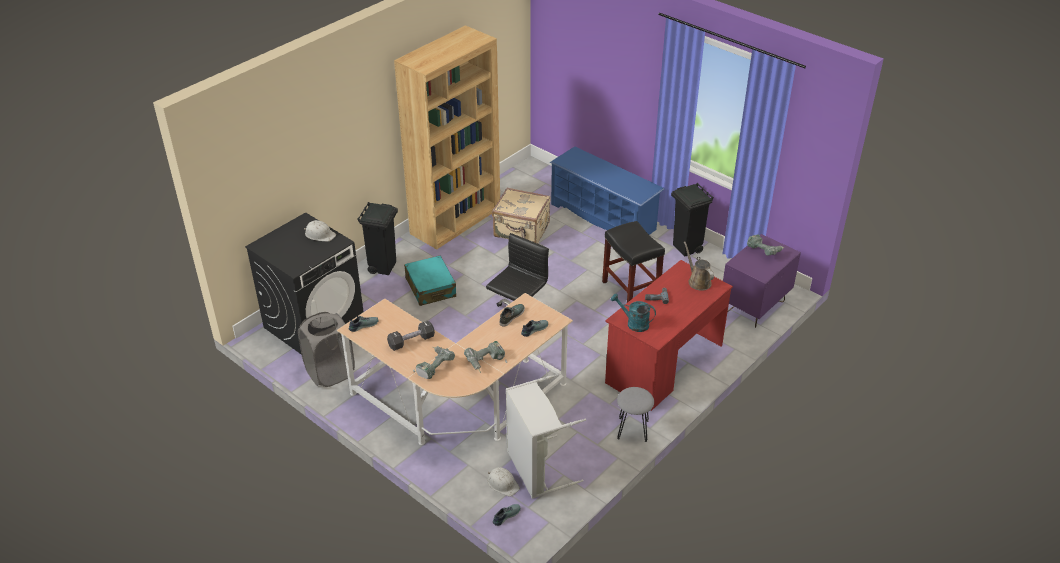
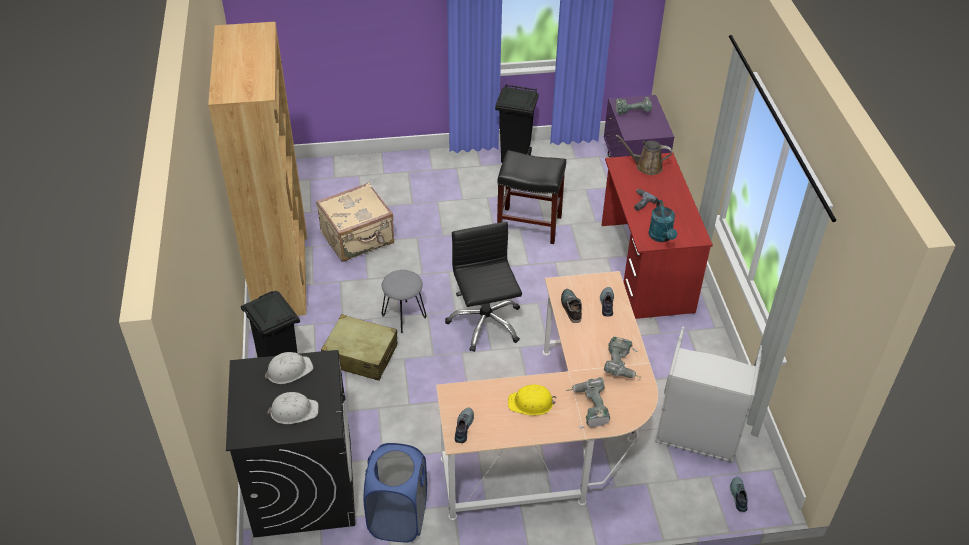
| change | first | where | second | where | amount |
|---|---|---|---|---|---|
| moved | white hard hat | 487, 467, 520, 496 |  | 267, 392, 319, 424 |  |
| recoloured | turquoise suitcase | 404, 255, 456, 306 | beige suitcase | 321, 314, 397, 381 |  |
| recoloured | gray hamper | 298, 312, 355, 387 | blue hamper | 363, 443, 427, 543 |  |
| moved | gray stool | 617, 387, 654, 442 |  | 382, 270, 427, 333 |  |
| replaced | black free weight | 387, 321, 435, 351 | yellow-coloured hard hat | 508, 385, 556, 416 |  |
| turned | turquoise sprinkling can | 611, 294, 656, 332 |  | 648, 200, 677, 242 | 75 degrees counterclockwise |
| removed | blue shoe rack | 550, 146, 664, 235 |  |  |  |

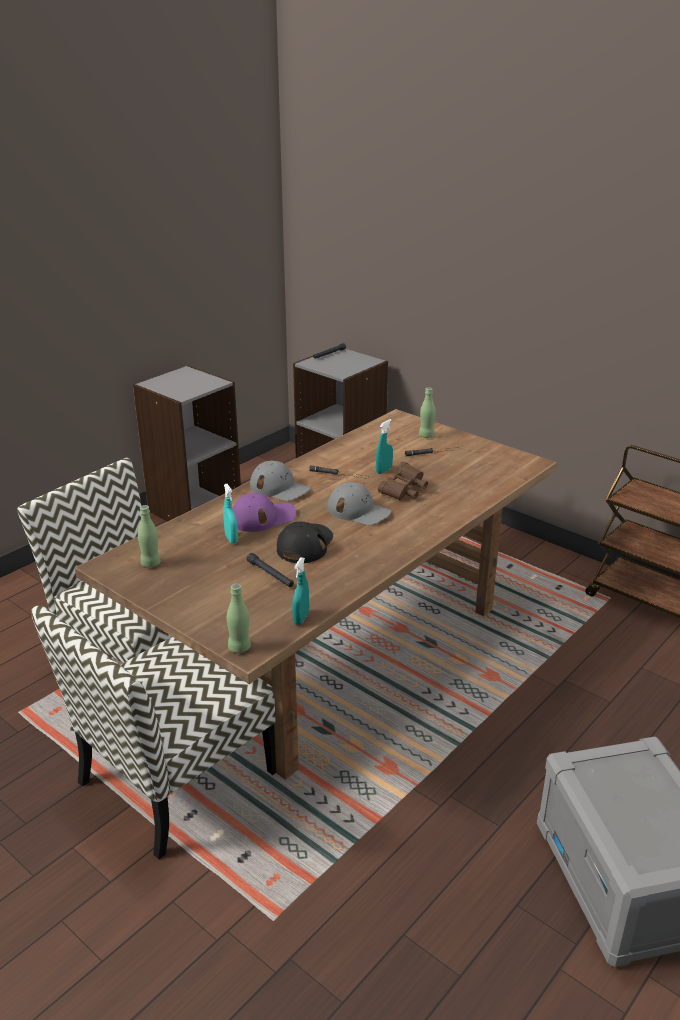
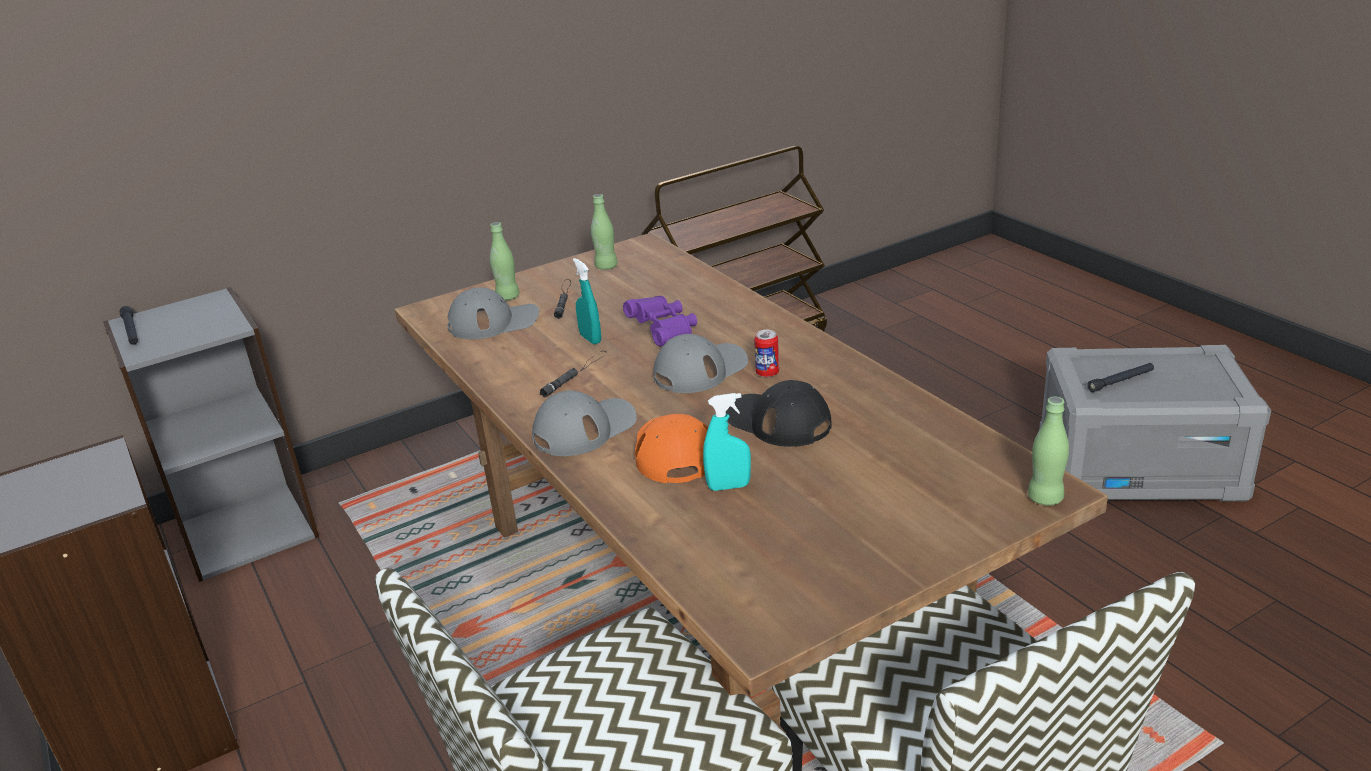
| change | first | where | second | where | amount |
|---|---|---|---|---|---|
| added |  |  | gray cap | 447, 287, 539, 339 |  |
| moved | green beverage bottle | 138, 505, 161, 568 |  | 591, 194, 618, 270 |  |
| recoloured | brown-coloured binoculars | 378, 462, 428, 500 | purple binoculars | 623, 296, 697, 346 |  |
| recoloured | purple cap | 232, 493, 296, 532 | orange-coloured cap | 635, 414, 708, 483 |  |
| added |  |  | sealed can | 754, 330, 779, 377 |  |
| moved | black torch | 246, 553, 294, 587 |  | 1087, 363, 1154, 392 |  |
| removed | turquoise hand sprayer | 292, 557, 309, 625 |  |  |  |

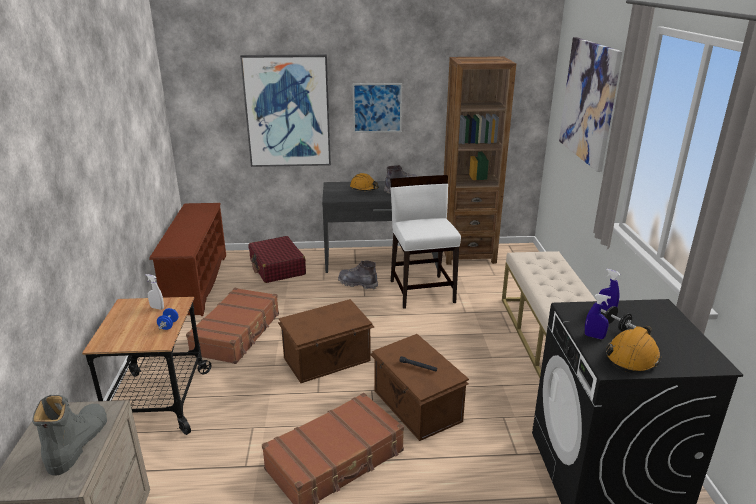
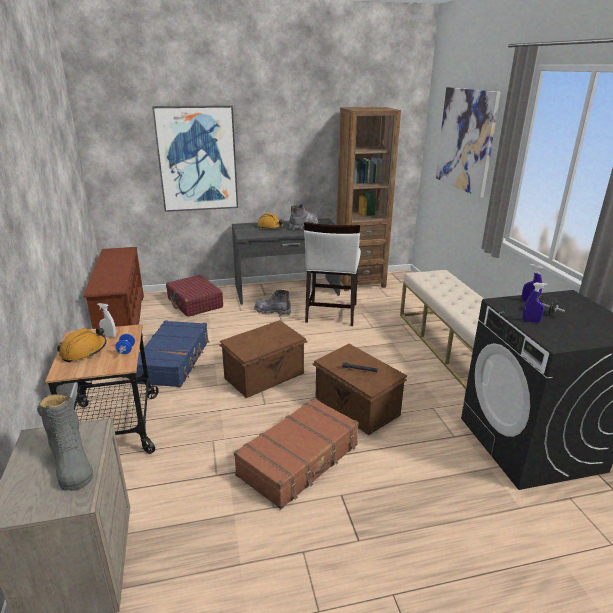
| change | first | where | second | where | amount |
|---|---|---|---|---|---|
| turned | gray tall boot | 32, 395, 107, 476 |  | 37, 394, 93, 491 | 150 degrees clockwise |
| moved | orange-coloured hard hat | 606, 326, 661, 373 |  | 57, 328, 107, 362 |  |
| recoloured | brown-coloured suitcase | 186, 288, 279, 364 | blue suitcase | 136, 320, 209, 387 |  |
| turned | white chair | 390, 175, 461, 309 |  | 304, 222, 361, 326 | 150 degrees counterclockwise |
| removed | wall art | 353, 83, 402, 133 |  |  |  |

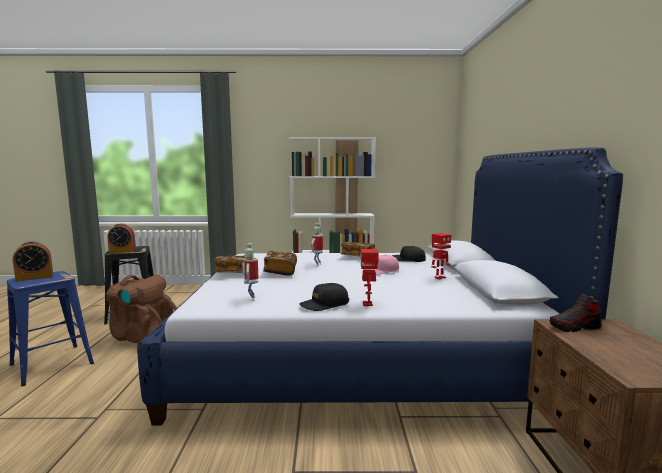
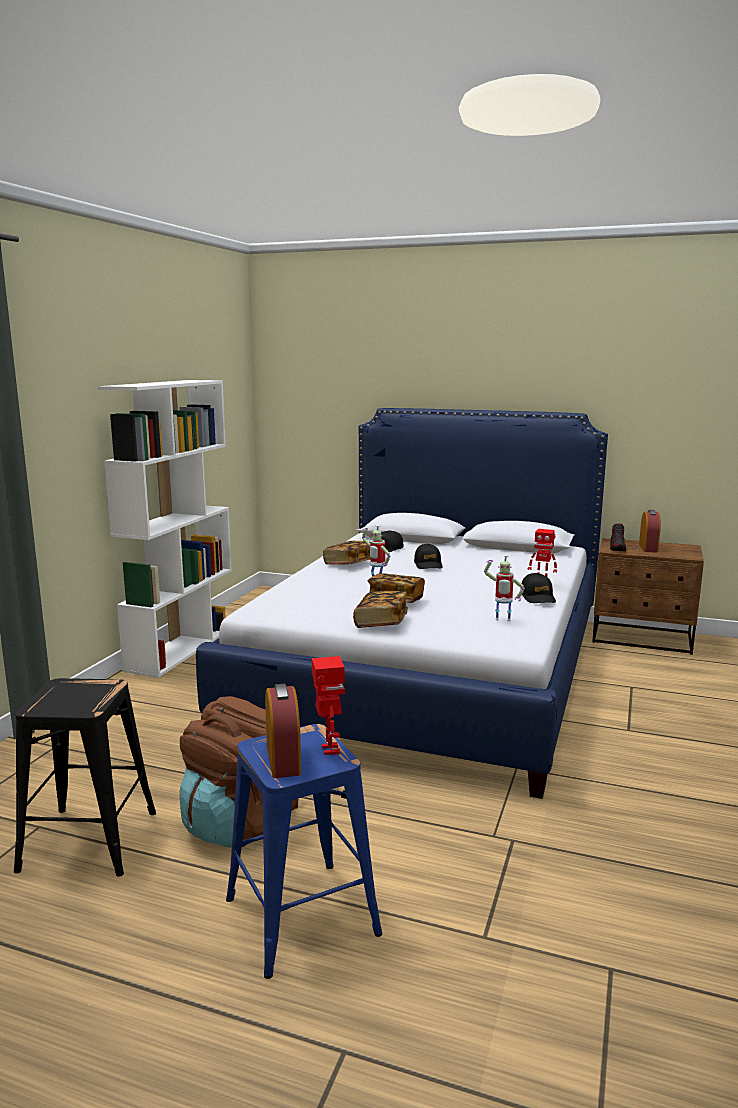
| change | first | where | second | where | amount |
|---|---|---|---|---|---|
| moved | toy robot | 431, 233, 451, 280 |  | 312, 656, 345, 755 |  |
| recoloured | pink-coloured cap | 363, 254, 399, 275 | black cap | 414, 544, 443, 569 |  |
| moved | alarm clock | 107, 223, 136, 253 |  | 639, 510, 661, 553 |  |

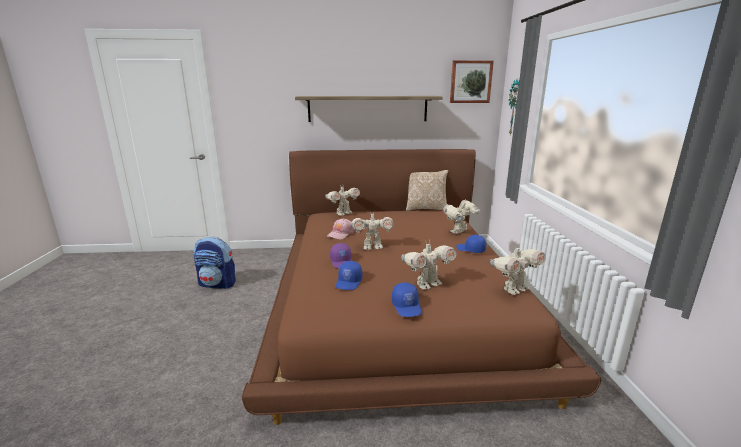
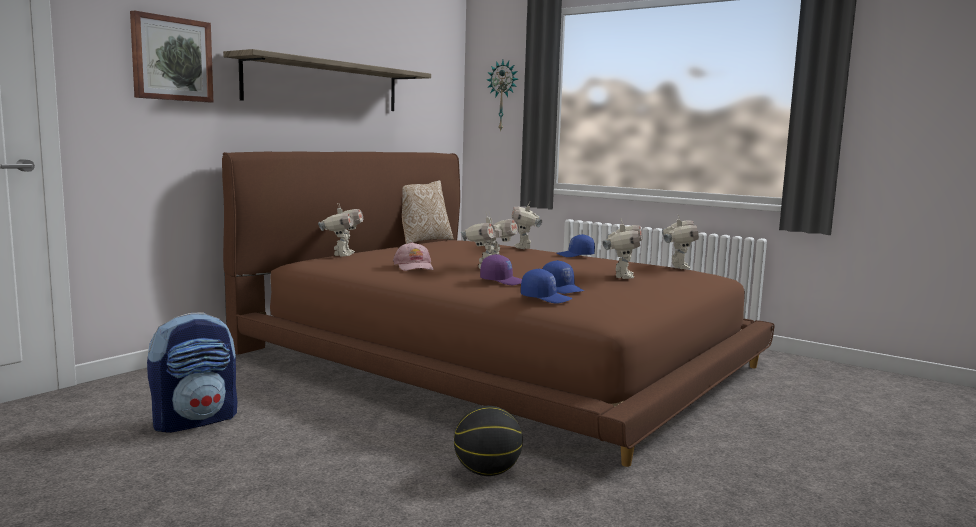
| change | first | where | second | where | amount |
|---|---|---|---|---|---|
| moved | wall art | 450, 60, 494, 103 |  | 130, 10, 213, 102 |  |
| added |  |  | basketball ball | 454, 406, 523, 476 |  |
| moved | blue cap | 392, 282, 422, 317 |  | 521, 268, 573, 304 |  |

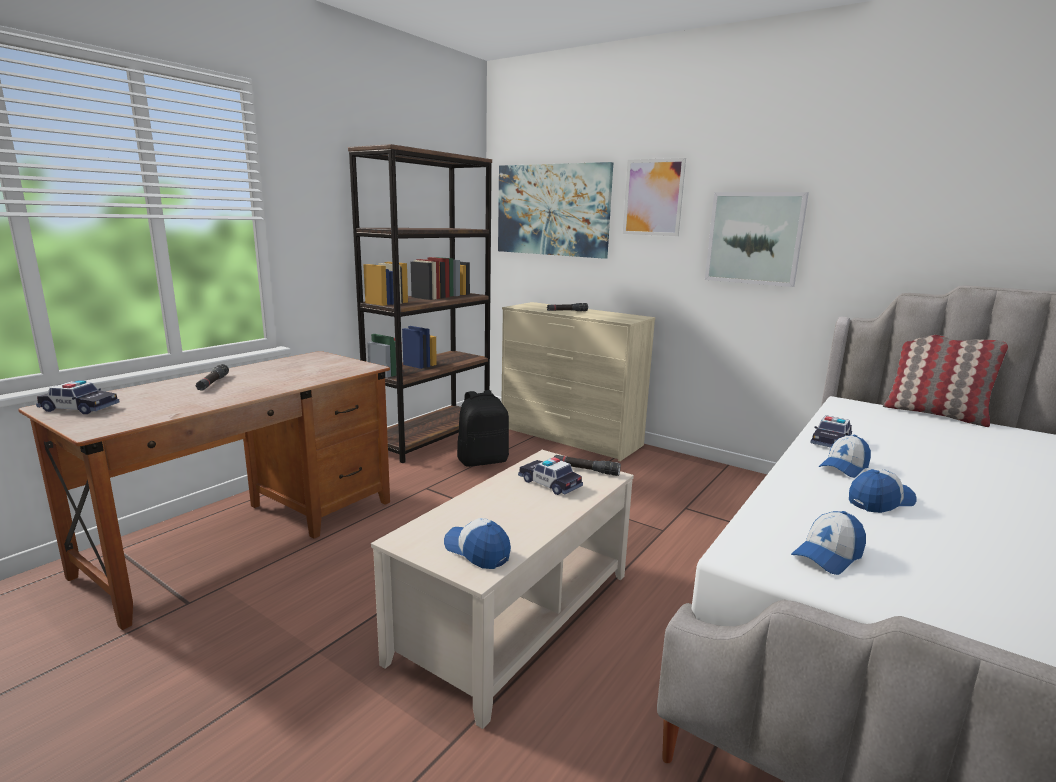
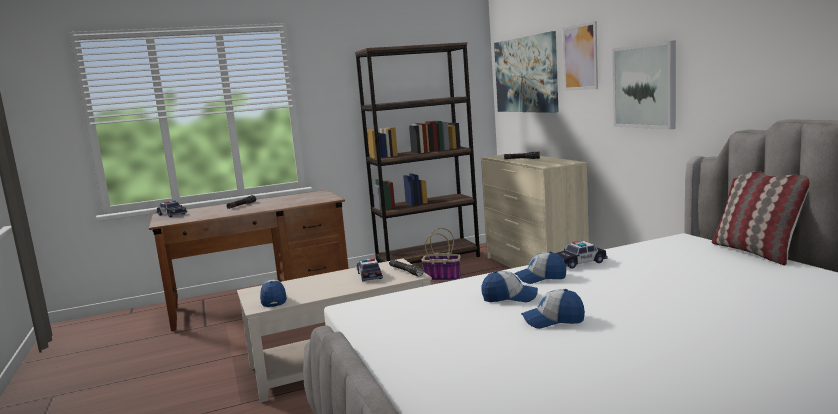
| change | first | where | second | where | amount |
|---|---|---|---|---|---|
| replaced | black backpack | 457, 390, 509, 467 | storage basket | 422, 228, 461, 282 |  |
| moved | cap | 791, 511, 866, 575 |  | 521, 289, 585, 329 |  |

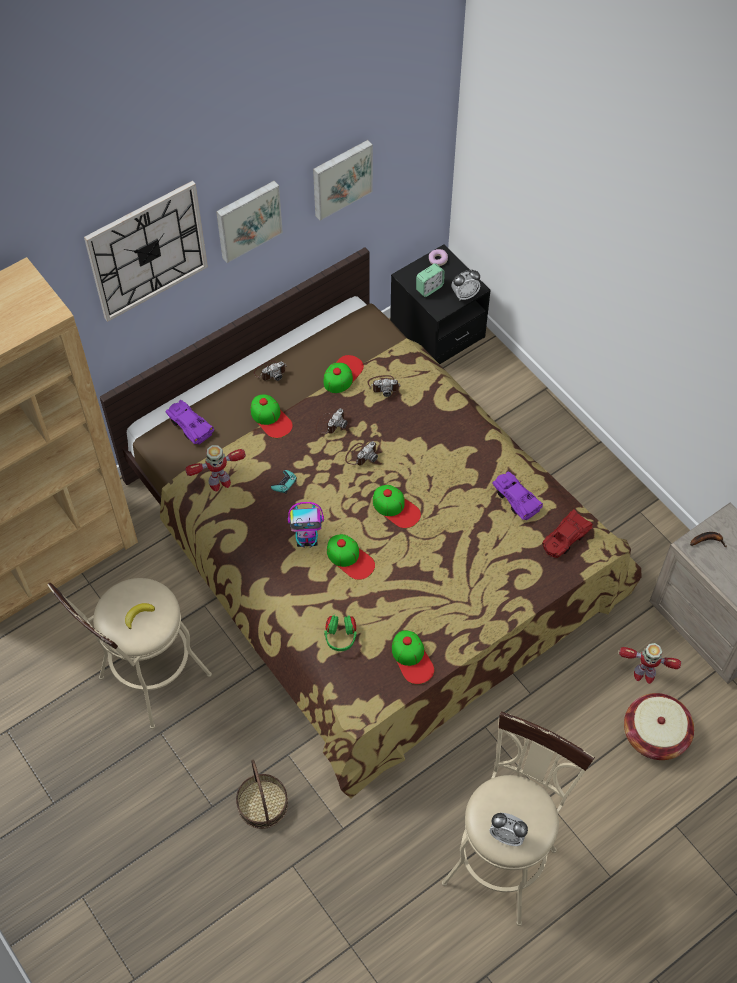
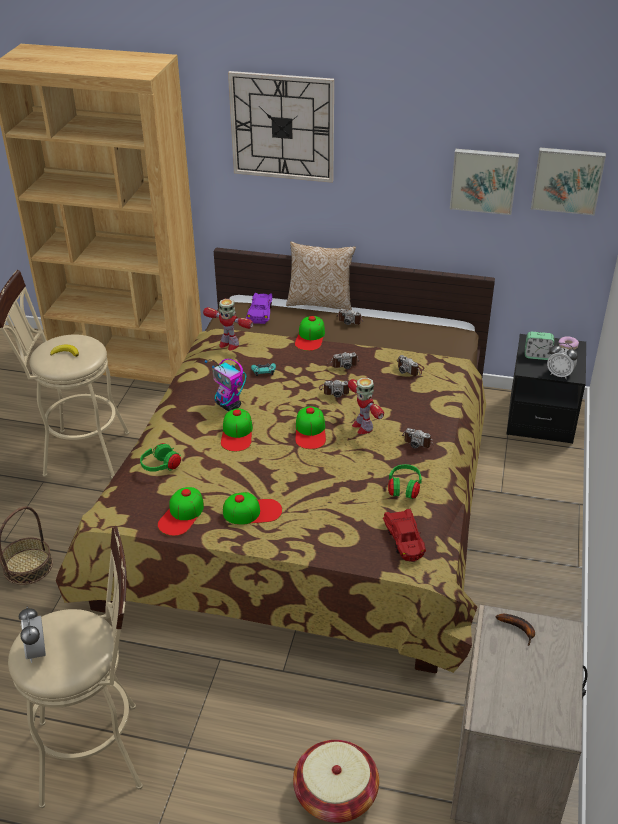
| change | first | where | second | where | amount |
|---|---|---|---|---|---|
| moved | cap | 324, 355, 364, 393 |  | 223, 492, 282, 525 |  |
| added |  |  | pillow | 286, 242, 356, 310 |  |
| moved | toy robot | 619, 643, 681, 684 |  | 348, 378, 384, 434 |  |
| turned | reddish model car | 542, 509, 593, 558 |  | 383, 508, 426, 561 | 105 degrees counterclockwise |
| replaced | purple model car | 492, 471, 543, 520 | green headset | 388, 464, 422, 499 |  |
| added |  |  | photo camera | 402, 428, 433, 448 |  |
| moved | wall art | 216, 181, 283, 263 |  | 531, 147, 606, 215 |  |

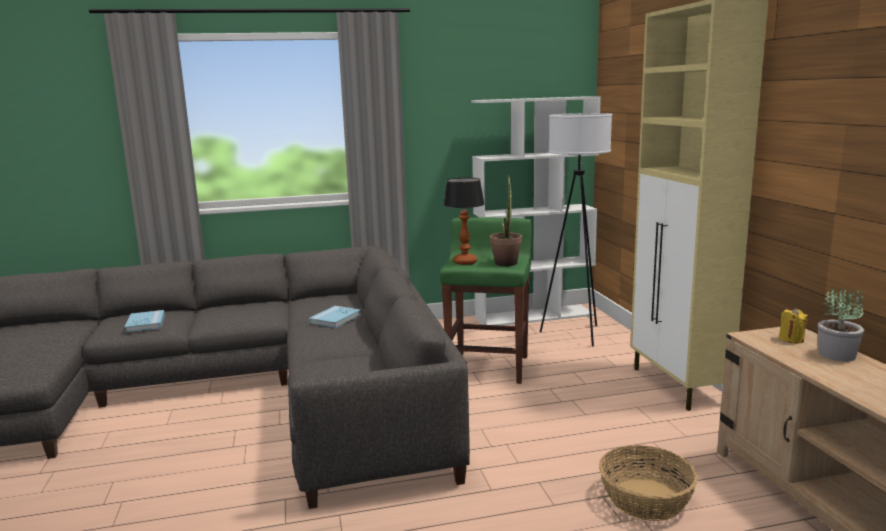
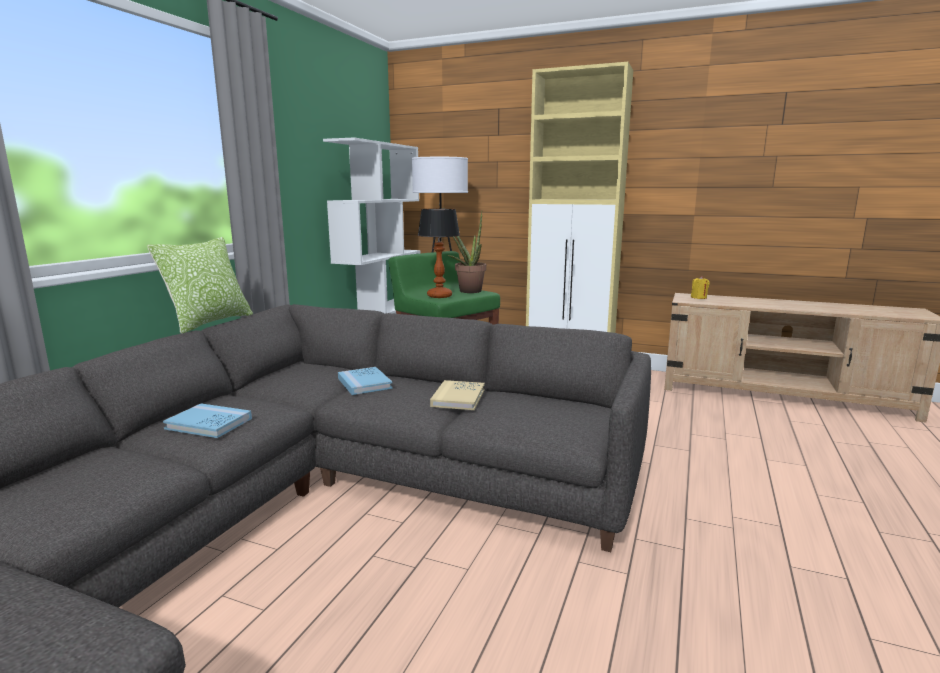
| change | first | where | second | where | amount |
|---|---|---|---|---|---|
| added |  |  | pillow | 147, 237, 253, 334 |  |
| moved | blue volume | 125, 310, 165, 332 |  | 163, 403, 252, 438 |  |
| added |  |  | beige volume | 430, 380, 485, 410 |  |
| removed | storage basket | 599, 445, 698, 521 |  |  |  |
| removed | houseplant | 818, 288, 864, 362 |  |  |  |

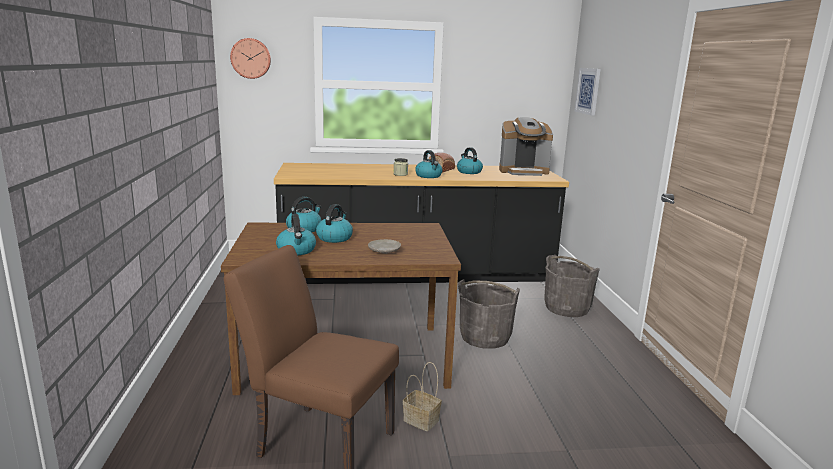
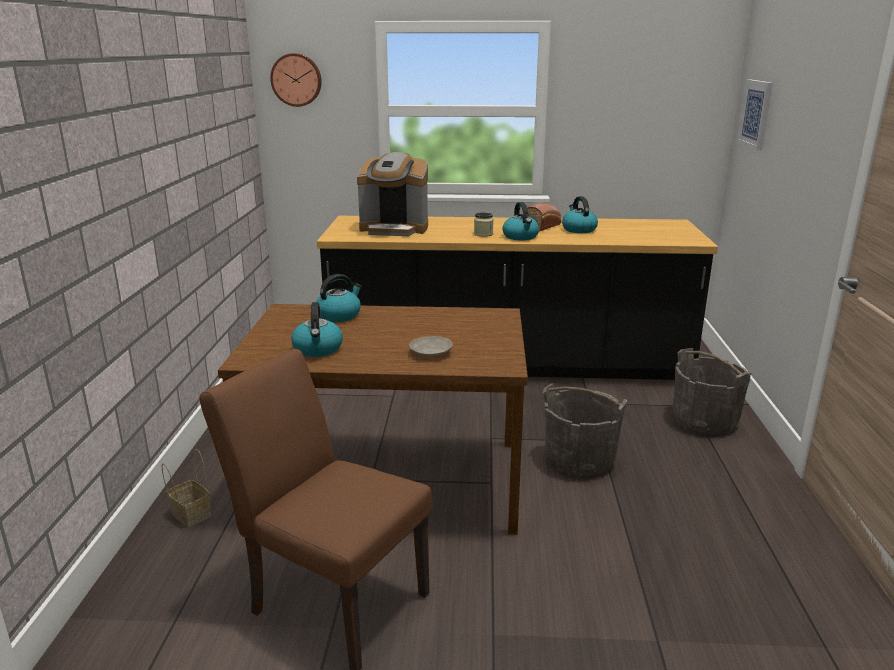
| change | first | where | second | where | amount |
|---|---|---|---|---|---|
| moved | storage basket | 403, 362, 442, 431 |  | 162, 449, 211, 528 |  |
| moved | coffee brewer | 499, 117, 553, 176 |  | 357, 152, 428, 236 |  |
| removed | water kettle | 316, 204, 353, 243 |  |  |  |

